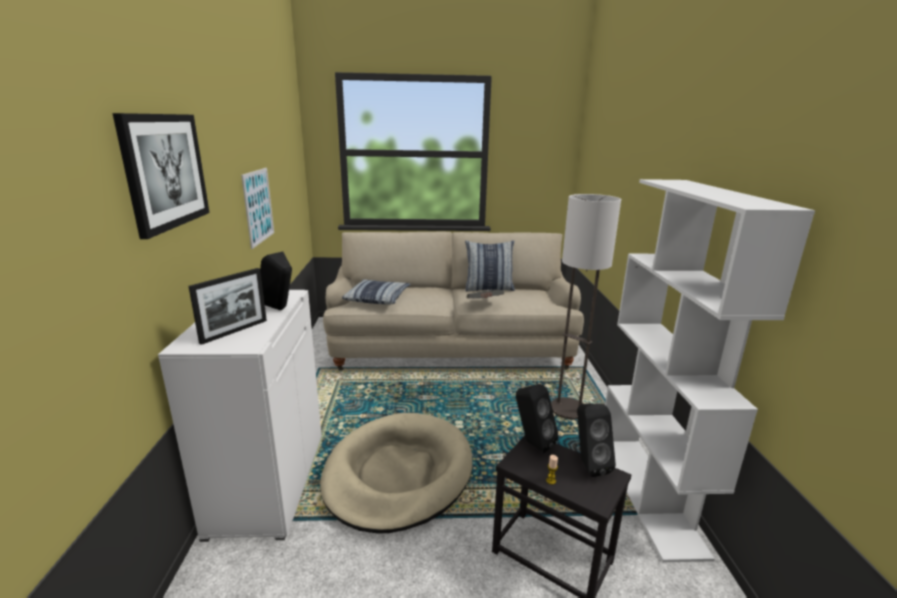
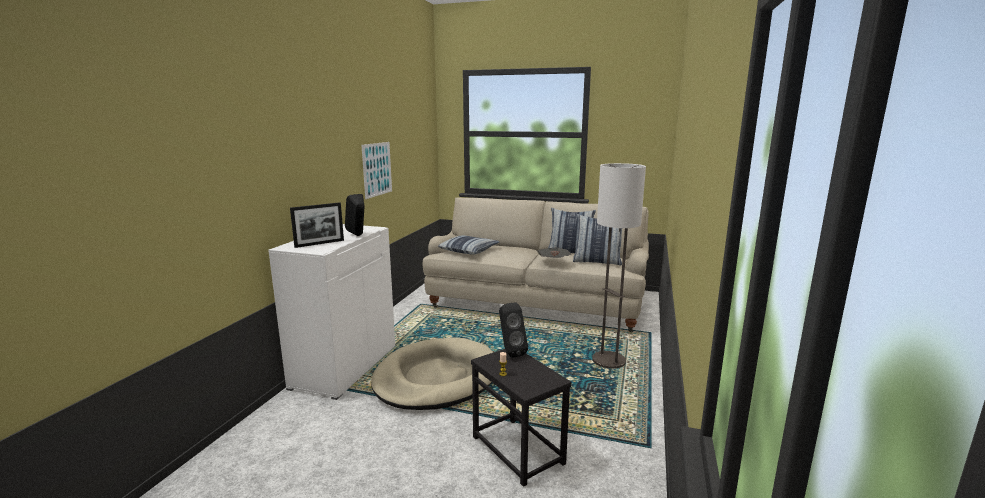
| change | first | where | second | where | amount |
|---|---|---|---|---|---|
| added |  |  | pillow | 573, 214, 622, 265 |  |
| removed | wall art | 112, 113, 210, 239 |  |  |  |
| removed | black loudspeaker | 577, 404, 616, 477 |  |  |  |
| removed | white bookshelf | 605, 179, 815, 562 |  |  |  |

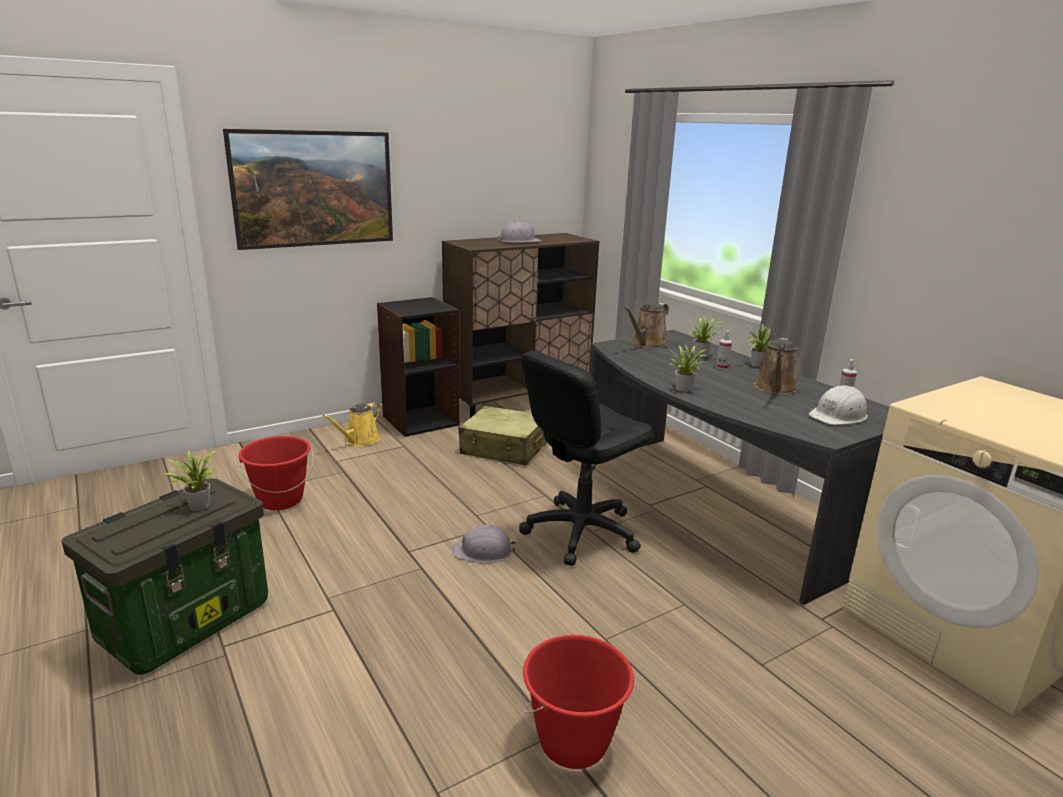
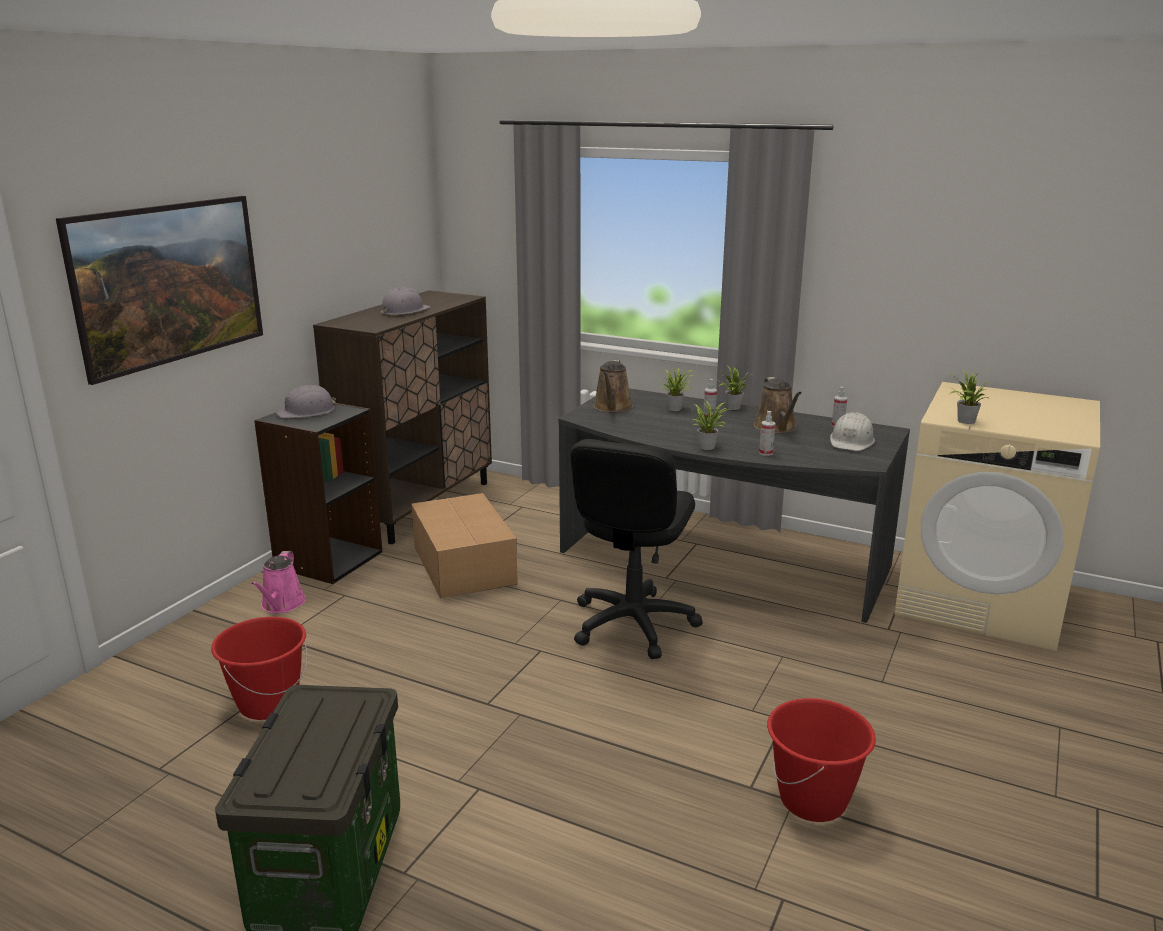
| change | first | where | second | where | amount |
|---|---|---|---|---|---|
| recoloured | yellow-coloured sprinkling can | 323, 402, 381, 446 | pink-coloured sprinkling can | 251, 551, 306, 613 |  |
| moved | gray hard hat | 453, 525, 516, 563 |  | 275, 384, 337, 418 |  |
| replaced | beige suitcase | 458, 406, 547, 465 | cardboard box | 411, 493, 518, 599 |  |
| added |  |  | hand sprayer | 759, 411, 775, 456 |  |
| moved | houseplant | 164, 450, 216, 511 |  | 948, 371, 995, 424 |  |

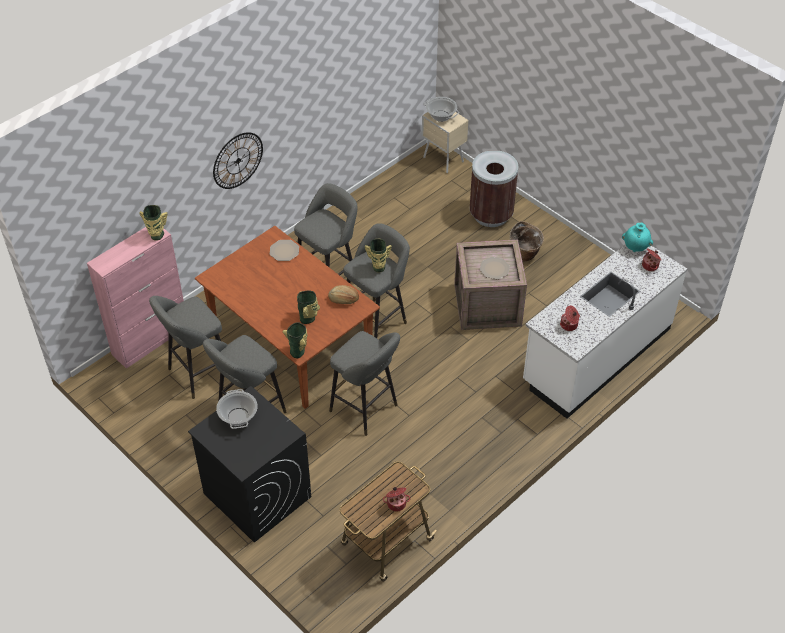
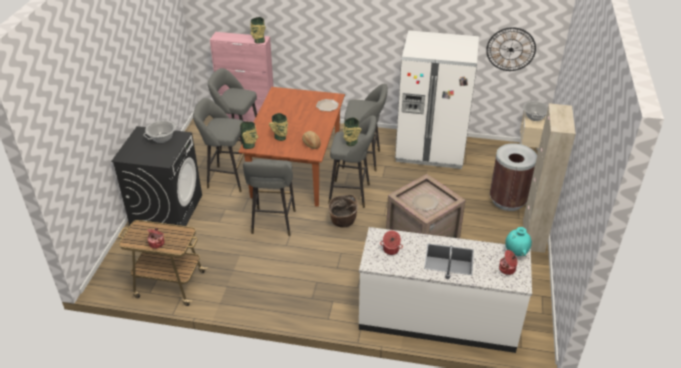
| change | first | where | second | where | amount |
|---|---|---|---|---|---|
| moved | storage basket | 510, 221, 544, 262 |  | 328, 195, 358, 228 |  |
| added |  |  | white fridge | 395, 30, 479, 169 |  |
| moved | hanging clock | 213, 132, 263, 189 |  | 486, 27, 536, 71 |  |
| added |  |  | beige storage cabinet | 523, 103, 576, 253 |  |

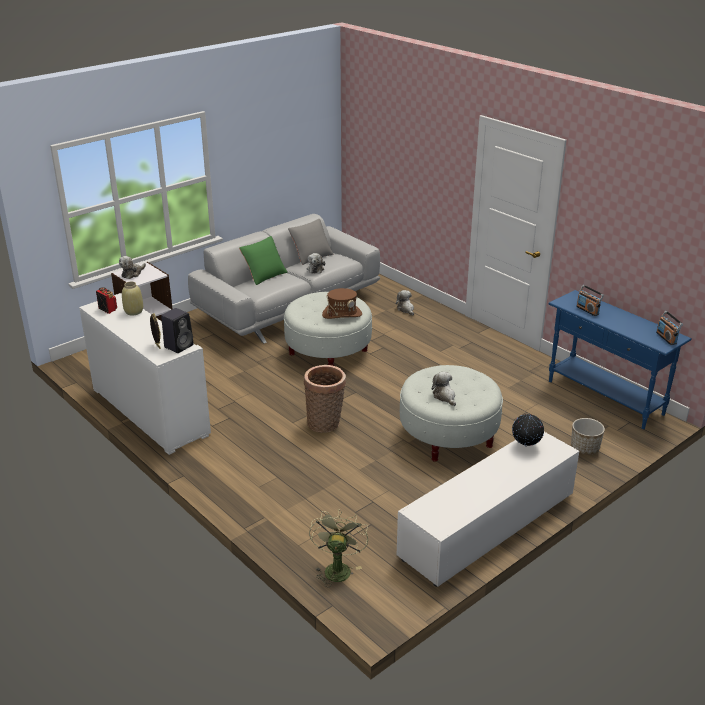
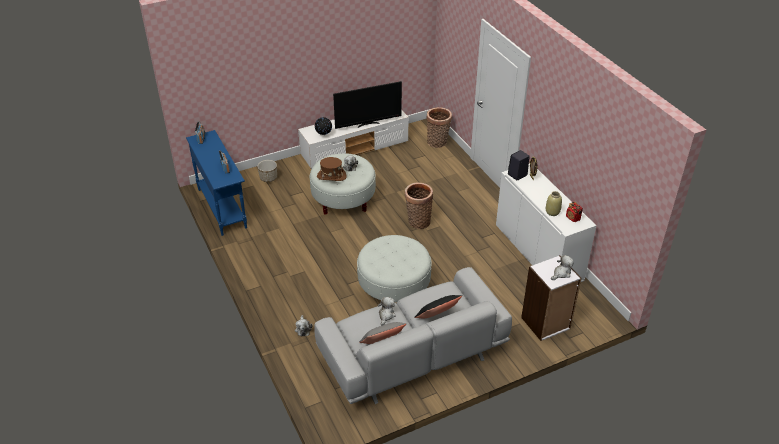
| change | first | where | second | where | amount |
|---|---|---|---|---|---|
| moved | brown-coloured hat | 322, 288, 362, 319 |  | 317, 157, 347, 181 |  |
| added |  |  | TV | 333, 81, 402, 129 |  |
| recoloured | green pillow | 239, 236, 288, 285 | black pillow | 414, 295, 462, 319 |  |
| replaced | green cooling fan | 309, 509, 368, 587 | storage basket | 426, 107, 452, 148 |  |

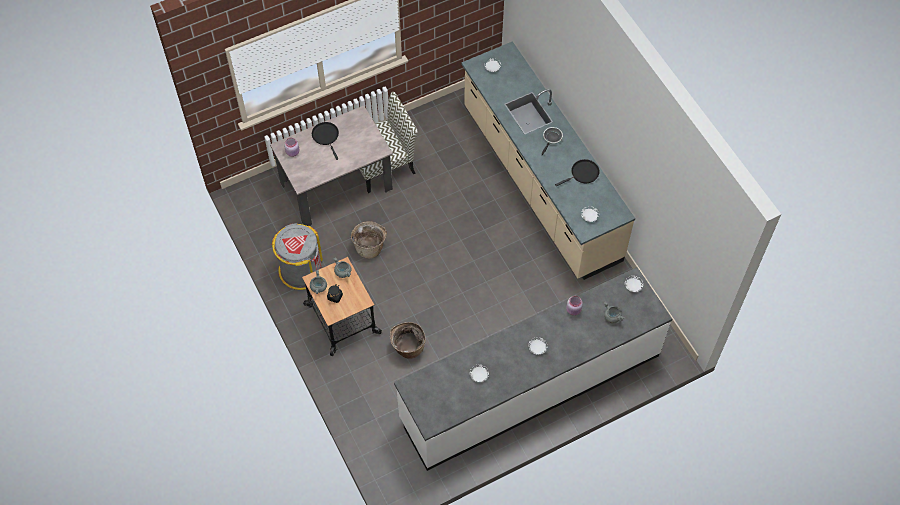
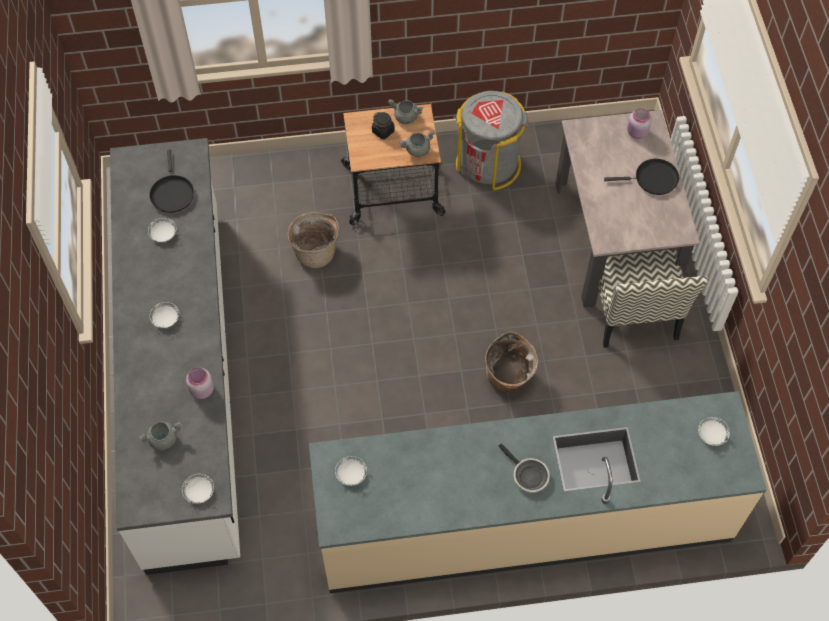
| change | first | where | second | where | amount |
|---|---|---|---|---|---|
| moved | black frying pan | 555, 159, 600, 187 |  | 149, 150, 194, 213 |  |
| moved | storage basket | 351, 221, 387, 259 |  | 485, 332, 538, 392 |  |

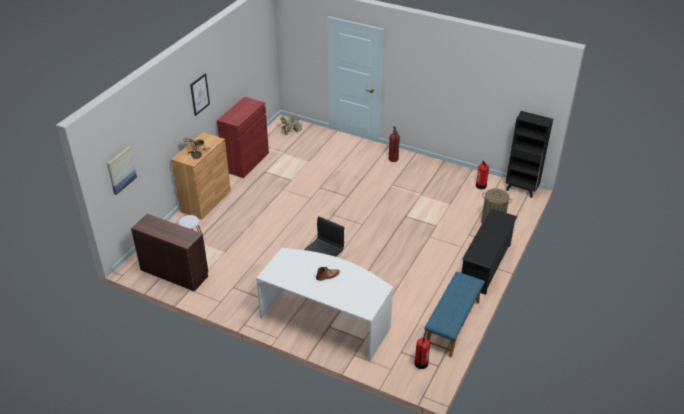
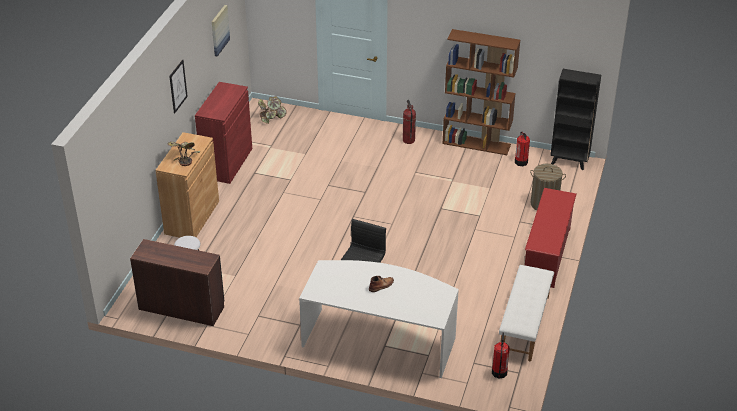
| change | first | where | second | where | amount |
|---|---|---|---|---|---|
| moved | wall art | 107, 146, 137, 195 |  | 212, 5, 230, 56 |  |
| added |  |  | brown-coloured bookshelf | 442, 29, 520, 155 |  |
| recoloured | blue indoor bench | 425, 272, 485, 357 | white indoor bench | 499, 265, 554, 361 |  |
| recoloured | black shoe rack | 462, 209, 517, 295 | reddish shoe rack | 525, 188, 577, 288 |  |

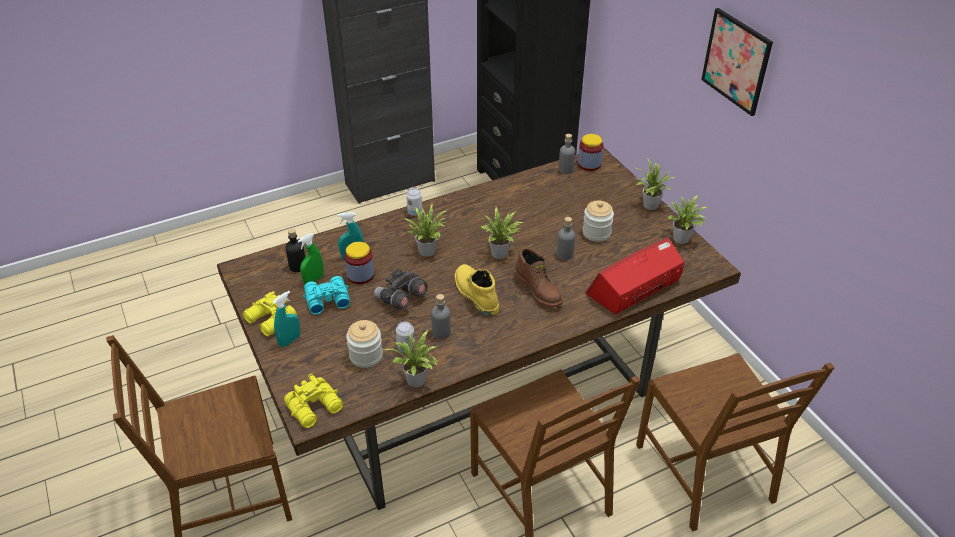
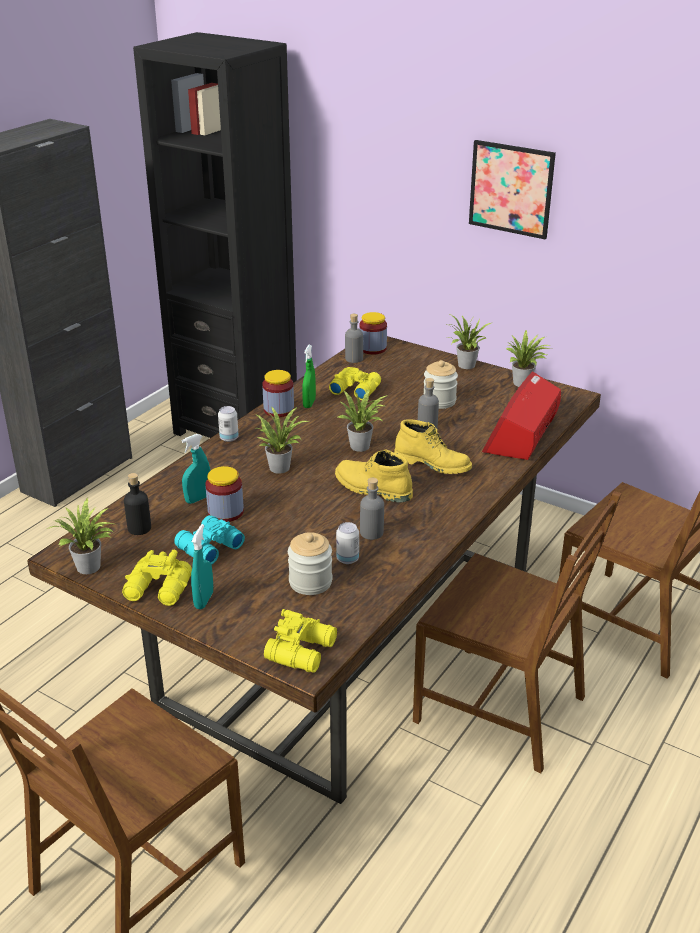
| change | first | where | second | where | amount |
|---|---|---|---|---|---|
| moved | houseplant | 384, 329, 438, 387 |  | 47, 498, 113, 574 |  |
| added |  |  | jar | 262, 370, 294, 417 |  |
| moved | green hand sprayer | 298, 233, 324, 284 |  | 302, 345, 316, 408 |  |
| added |  |  | yellow-coloured binoculars | 329, 367, 381, 400 |  |
| recoloured | brown-coloured tall boot | 514, 248, 563, 308 | yellow-coloured tall boot | 394, 419, 472, 474 |  |
| removed | gray binoculars | 374, 268, 428, 309 |  |  |  |

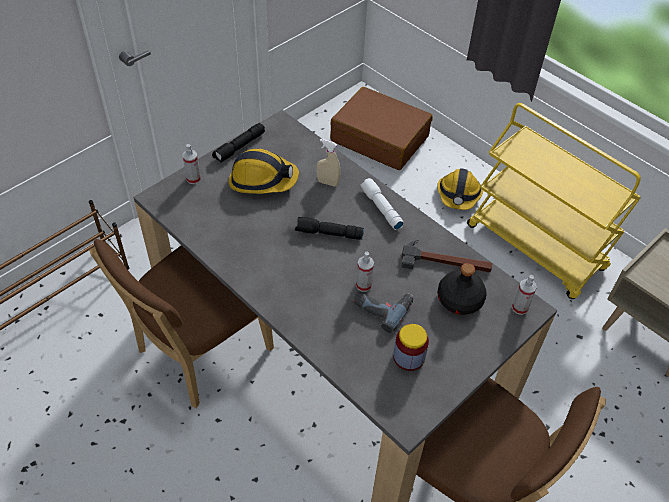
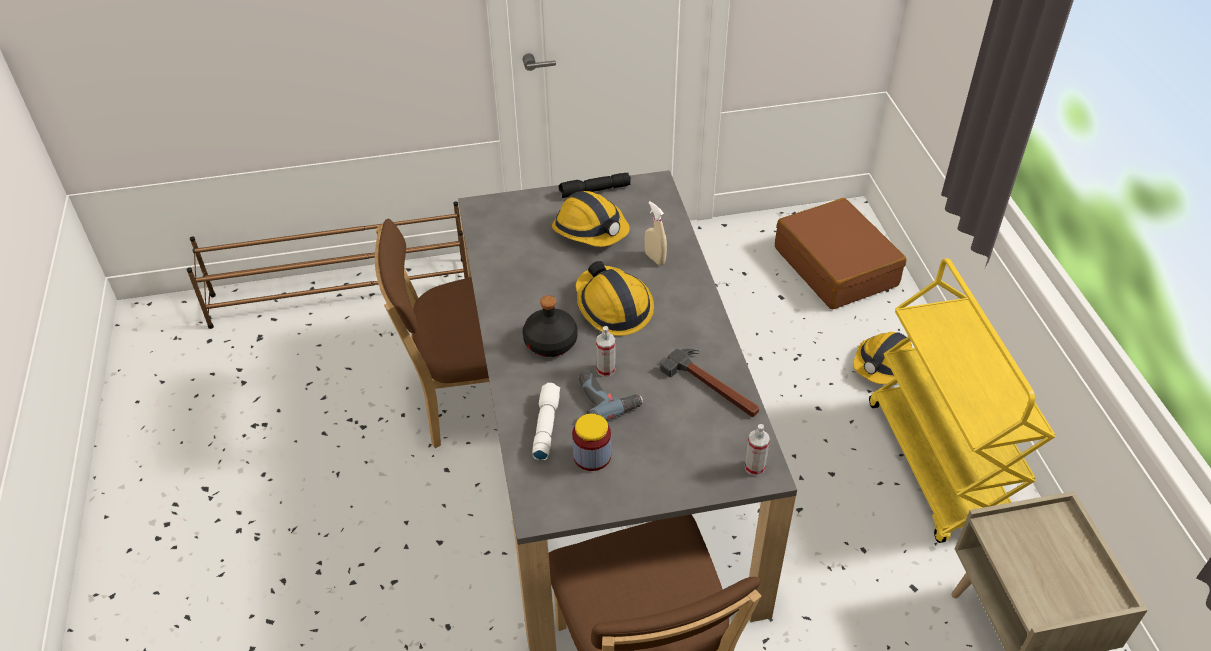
| change | first | where | second | where | amount |
|---|---|---|---|---|---|
| moved | black beverage bottle | 438, 263, 487, 315 |  | 522, 296, 578, 357 |  |
| moved | white torch | 360, 178, 404, 230 |  | 532, 383, 560, 460 |  |
| replaced | black torch | 295, 217, 364, 240 | hard hat | 576, 261, 654, 336 |  |
| removed | hand sprayer | 183, 144, 201, 184 |  |  |  |

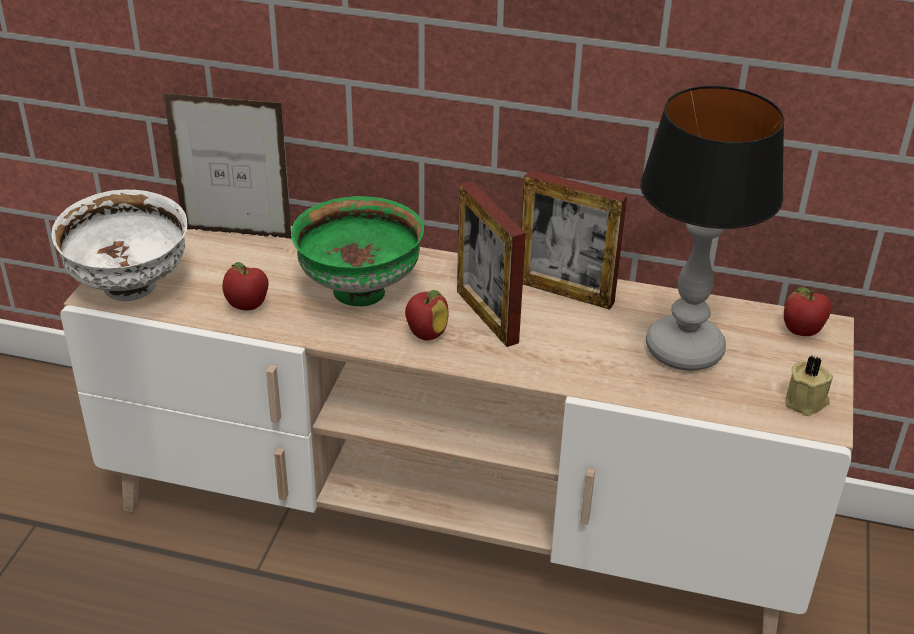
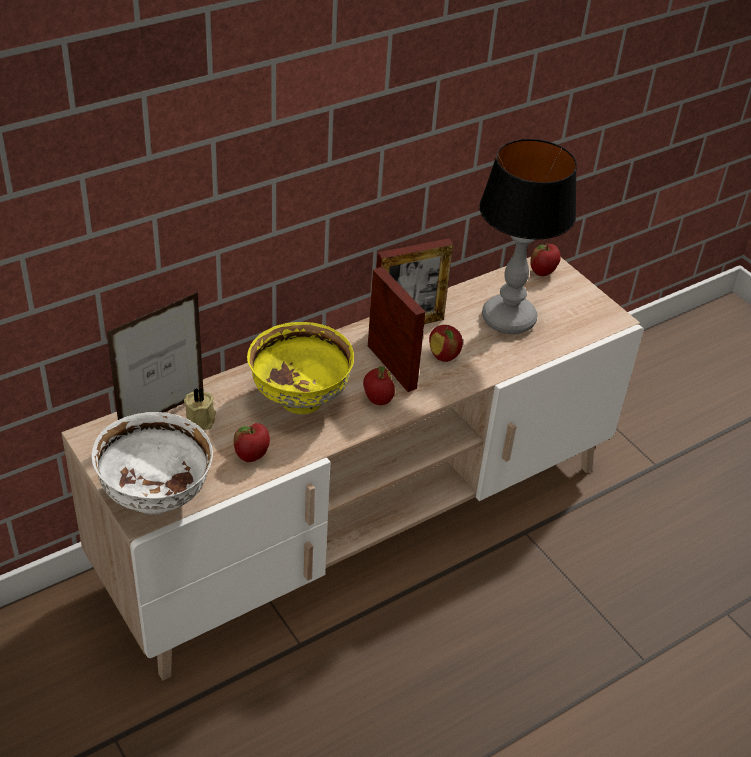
| change | first | where | second | where | amount |
|---|---|---|---|---|---|
| moved | beige wax candle | 785, 356, 833, 416 |  | 184, 388, 216, 430 |  |
| recoloured | green serving bowl | 291, 196, 424, 306 | yellow-coloured serving bowl | 247, 322, 354, 414 |  |
| turned | photo frame | 457, 181, 526, 347 |  | 368, 267, 426, 392 | 135 degrees counterclockwise |
| added |  |  | apple | 429, 325, 463, 362 |  |

